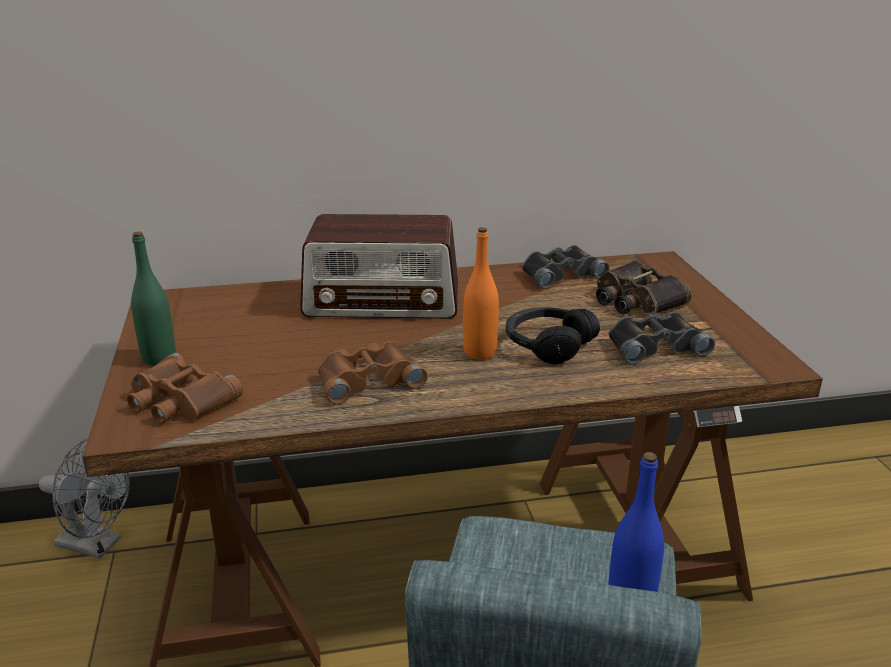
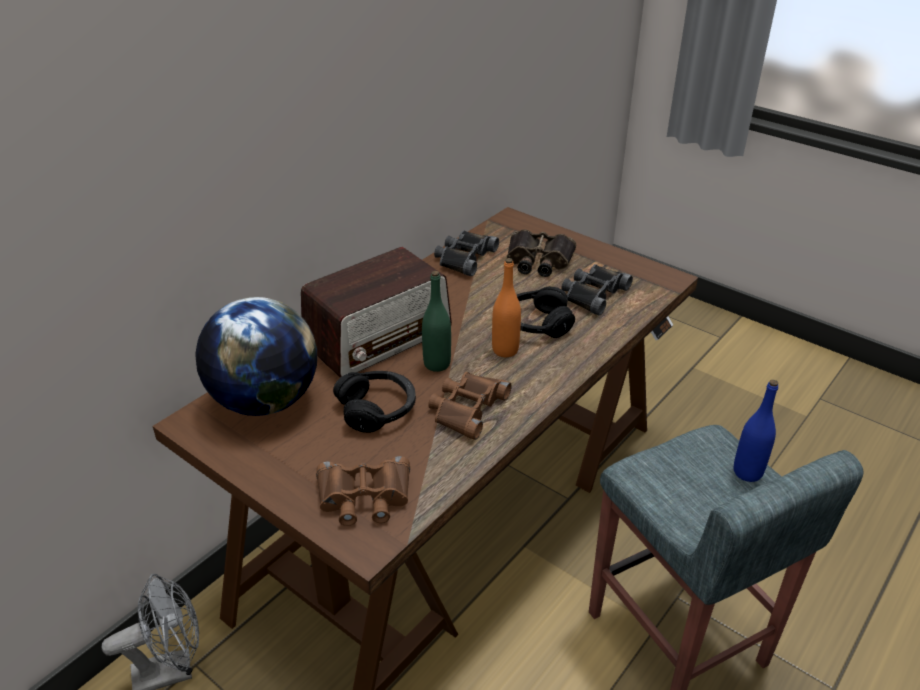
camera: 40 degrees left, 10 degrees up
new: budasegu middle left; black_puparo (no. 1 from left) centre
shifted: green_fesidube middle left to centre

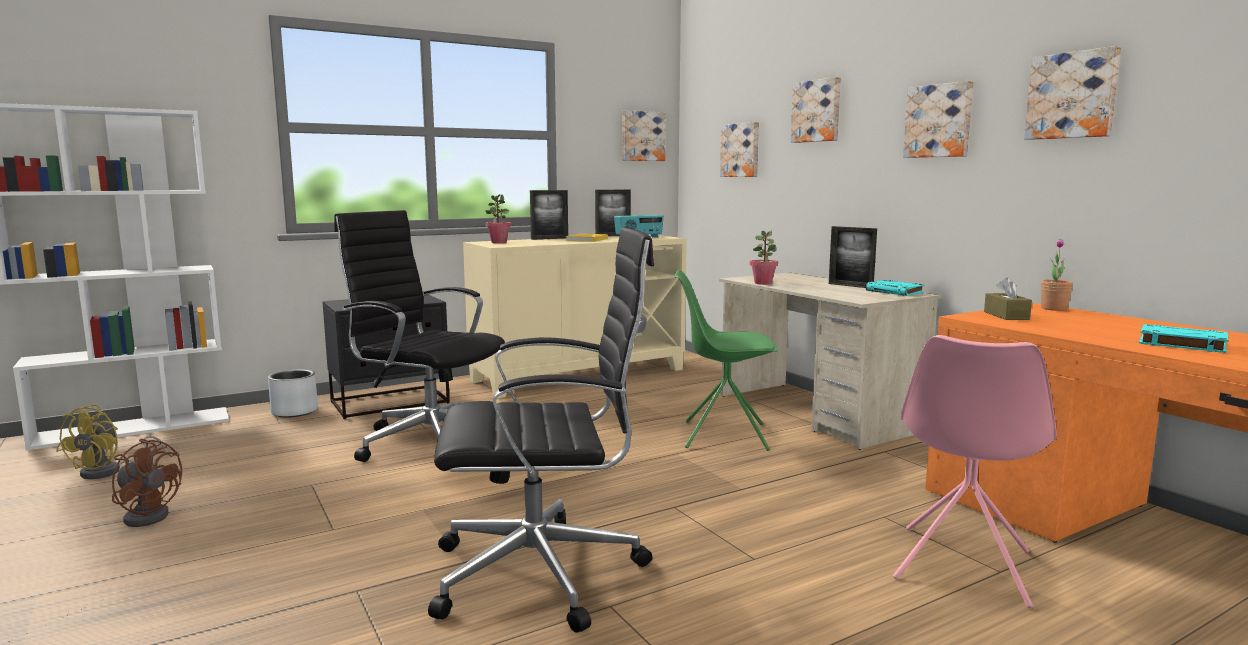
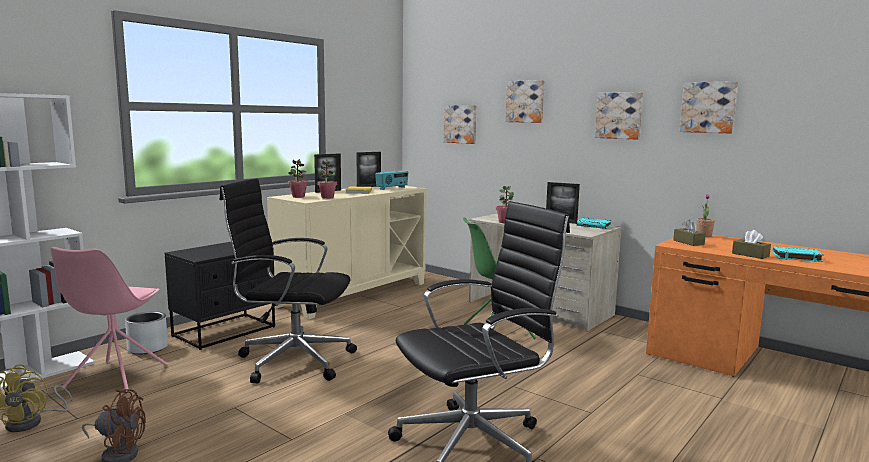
camera: 20 degrees left, 0 degrees up
gone: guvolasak (no. 1 from left) top centre
new: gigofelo (no. 2 from left) centre; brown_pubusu (no. 2 from left) middle right
shifted: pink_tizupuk bottom right to bottom left

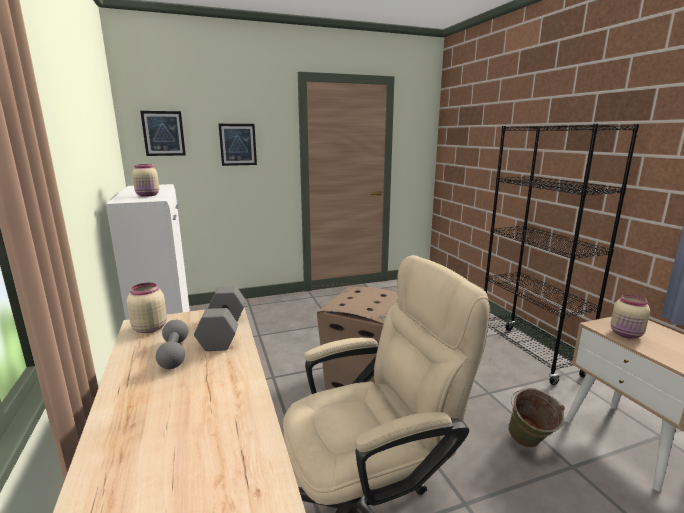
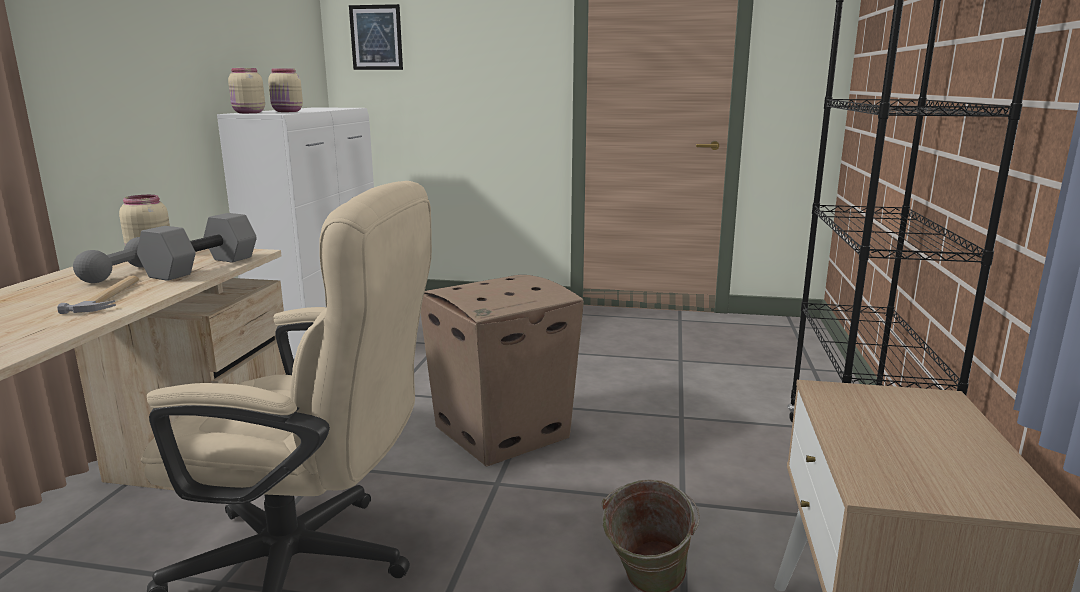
camera: 30 degrees right, 0 degrees up
gone: guvolasak (no. 2 from left) top centre
new: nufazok middle left
shifted: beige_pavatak (no. 3 from left in the first image) middle right to beige_pavatak (no. 2 from left) top left

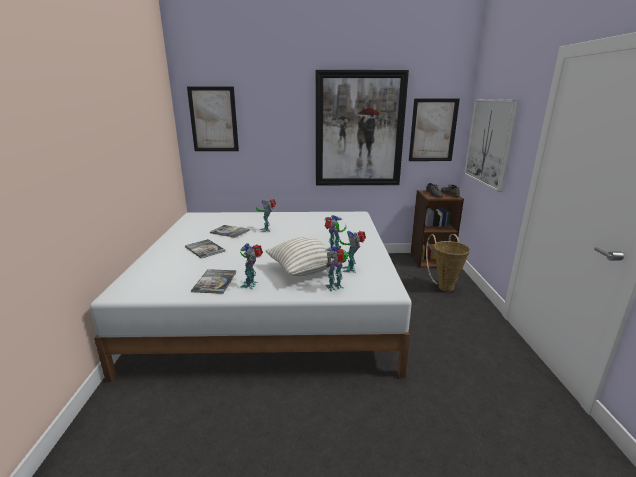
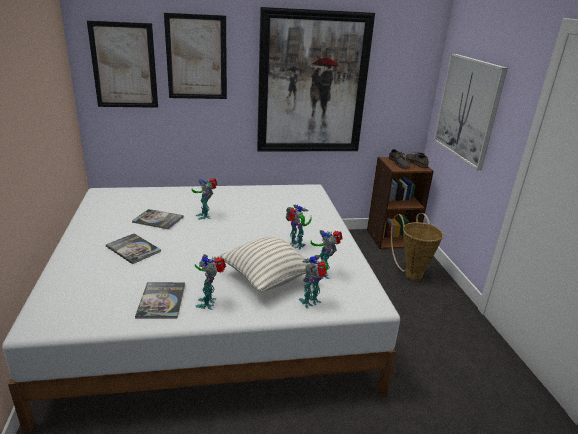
camera: 10 degrees left, 5 degrees up
shifted: guvolasak (no. 3 from left in the first image) top right to guvolasak (no. 2 from left) top centre

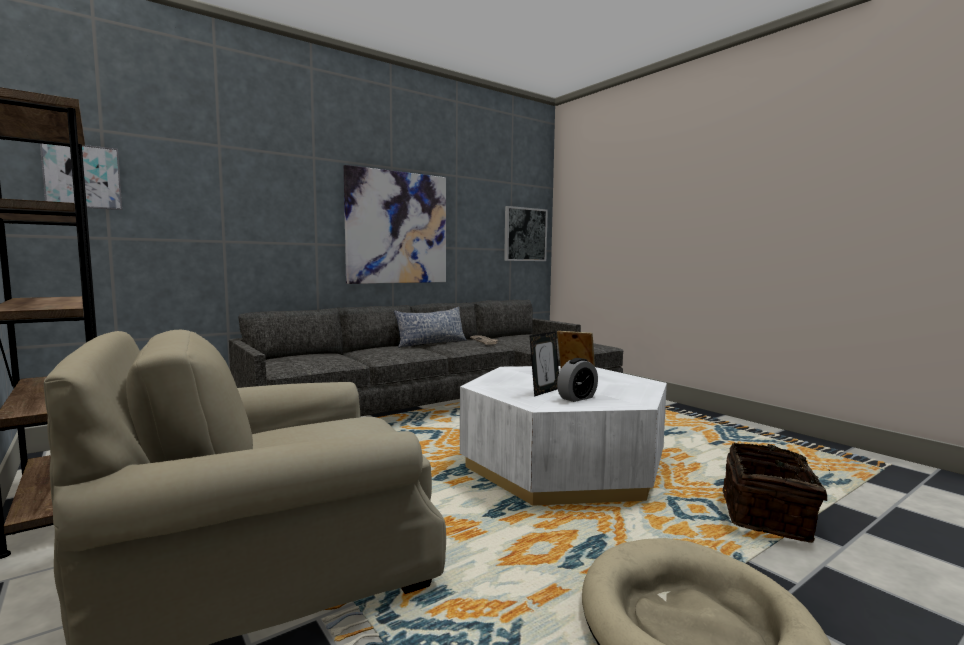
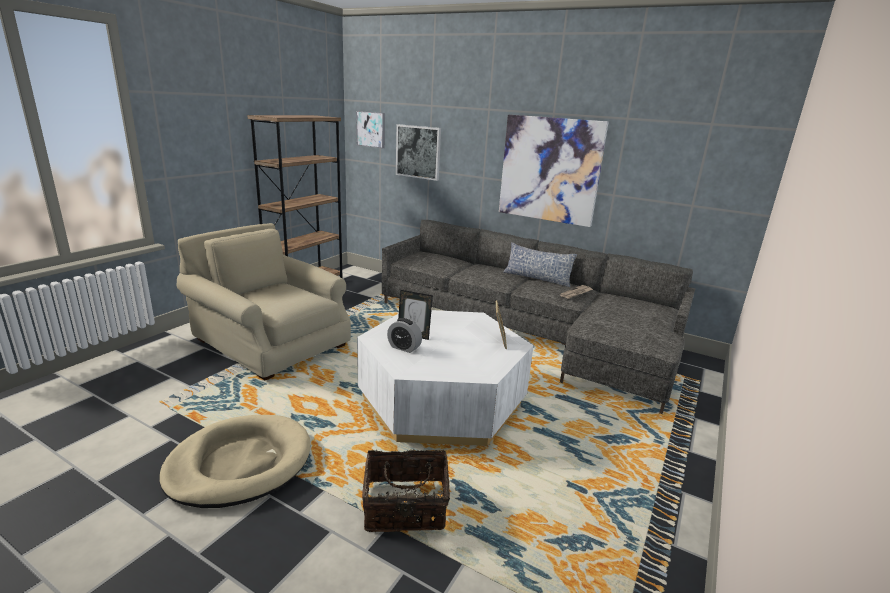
camera: 65 degrees right, 15 degrees up
shifted: guvolasak (no. 3 from left in the first image) centre to guvolasak (no. 2 from left) top centre

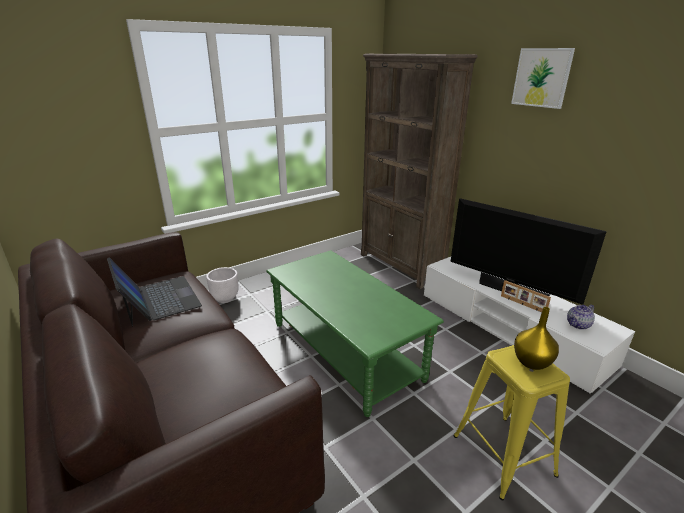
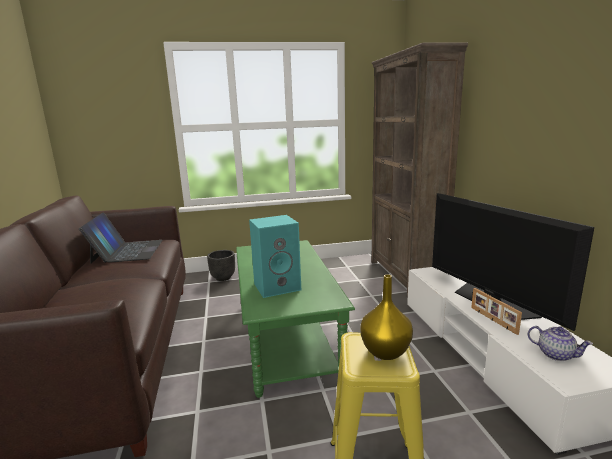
camera: 25 degrees right, 10 degrees down
gone: guvolasak top right
new: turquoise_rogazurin centre
repainted: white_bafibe middle left to black_bafibe centre
rotated: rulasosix middle right = bottom right 135 degrees counterclockwise

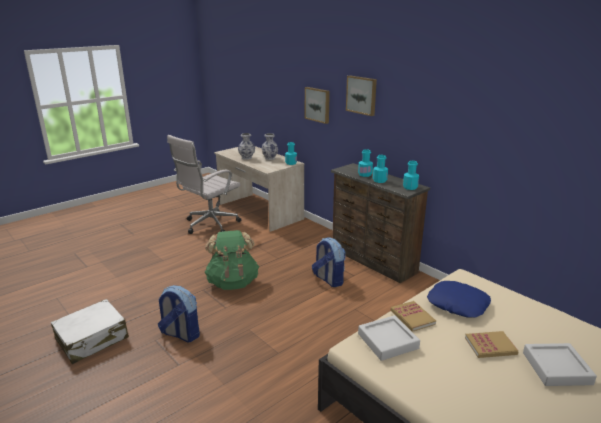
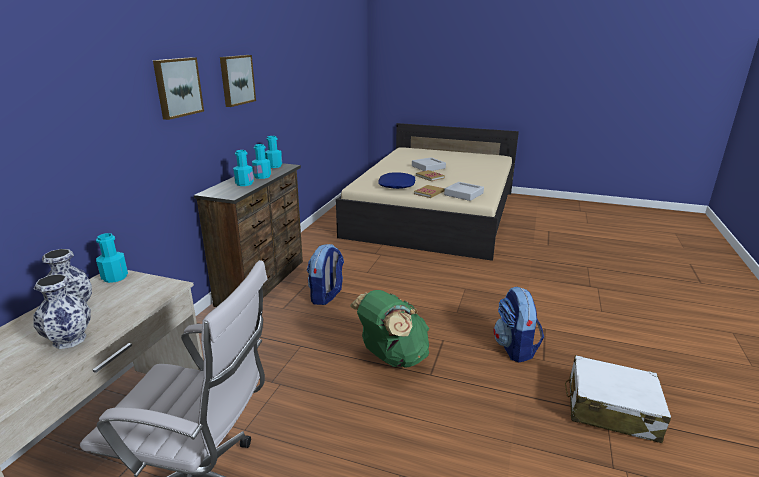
camera: 120 degrees left, 0 degrees up
shifted: guvolasak (no. 1 from left in the first image) top centre to guvolasak (no. 2 from left) top left

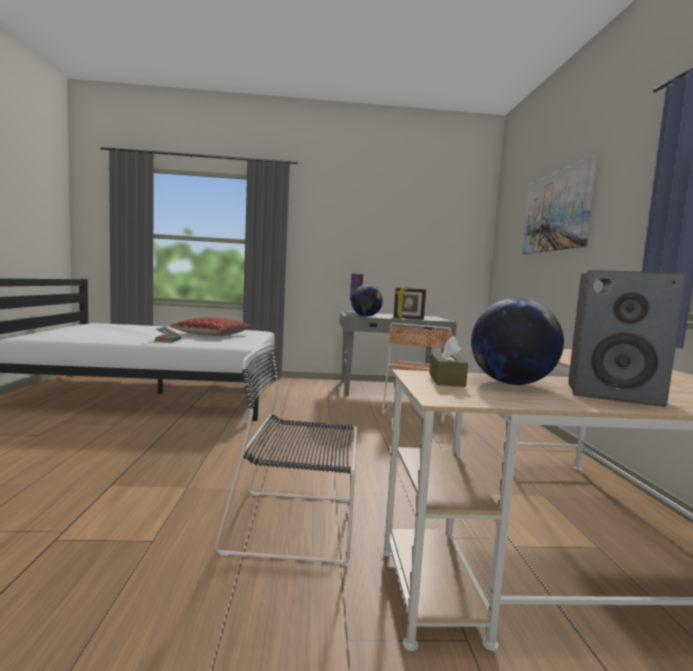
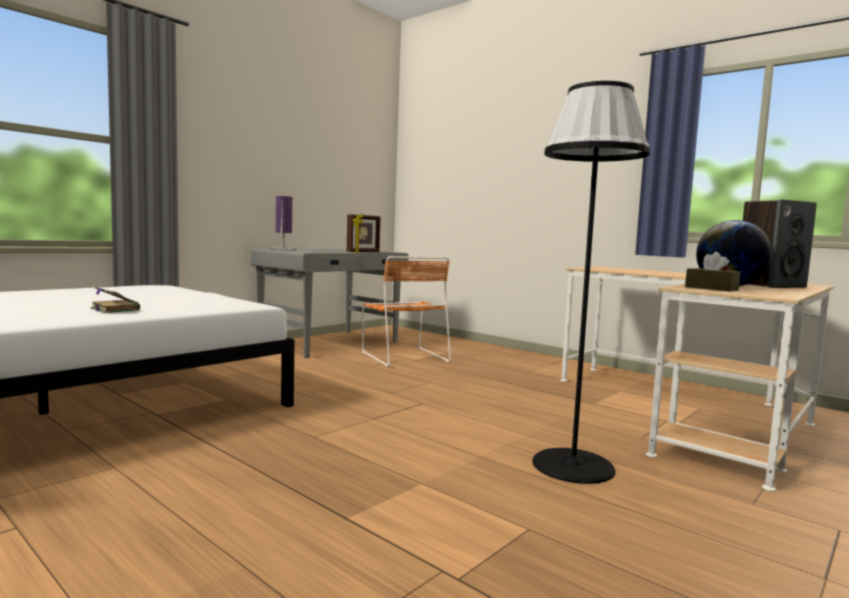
camera: 45 degrees left, 0 degrees up
gone: guvolasak top right; budasegu (no. 1 from left) centre; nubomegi middle left
swapped: black_tizupuk bottom centre to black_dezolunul middle right

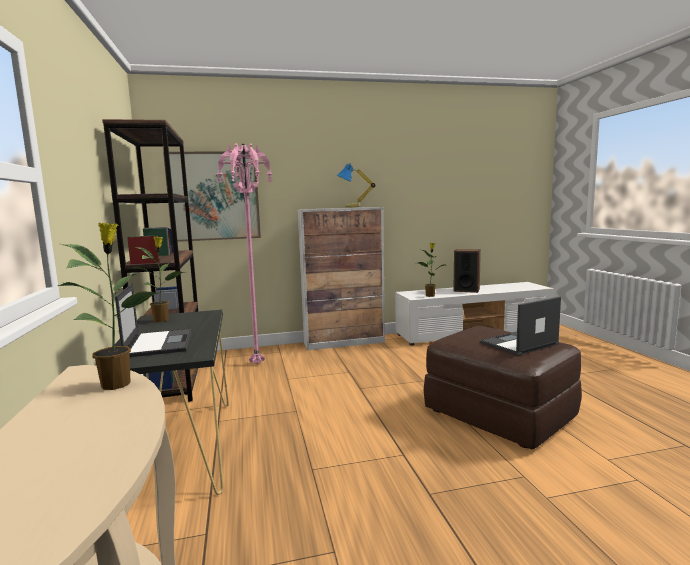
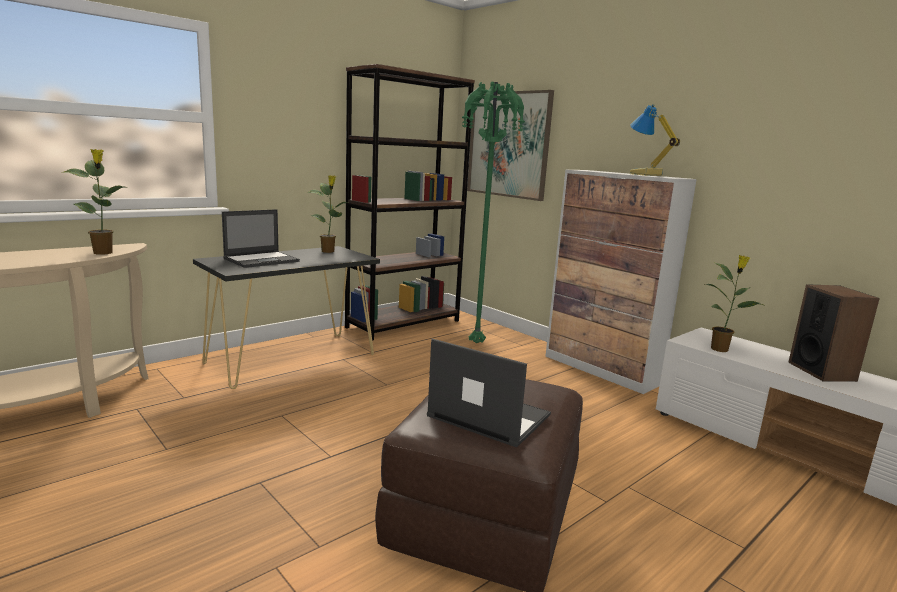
camera: 60 degrees right, 5 degrees up
repainted: pink_dezolunul centre to green_dezolunul centre

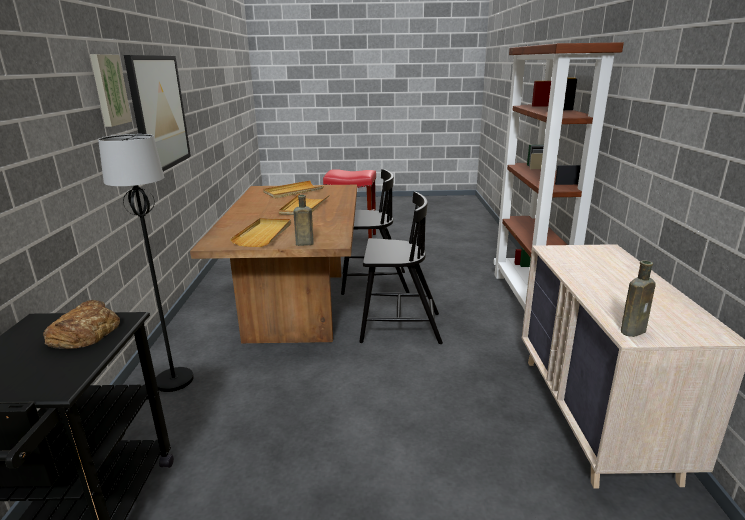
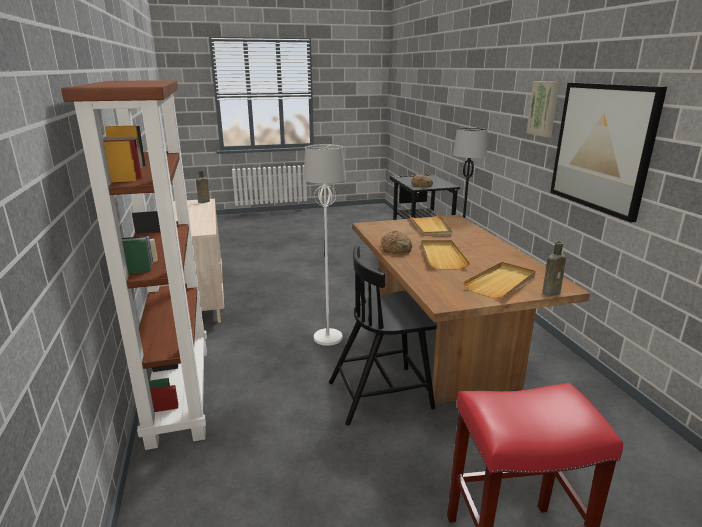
camera: 165 degrees right, 0 degrees up
new: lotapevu (no. 1 from left) centre
shifted: brown_fesidube (no. 1 from left in the first image) centre to brown_fesidube (no. 2 from left) middle right
swapped: black_tizupuk (no. 2 from left) centre to white_dezolunul centre

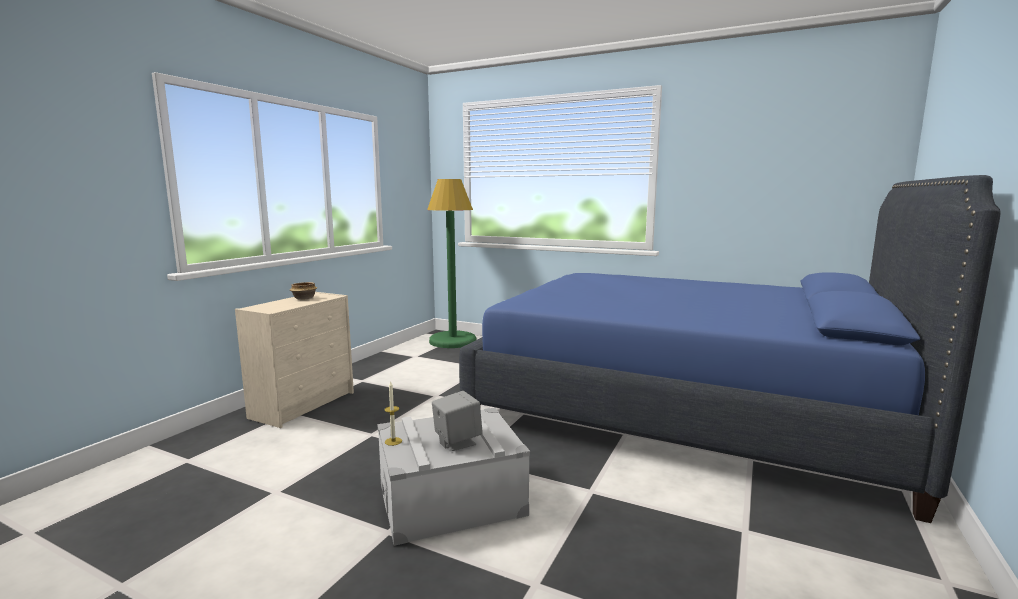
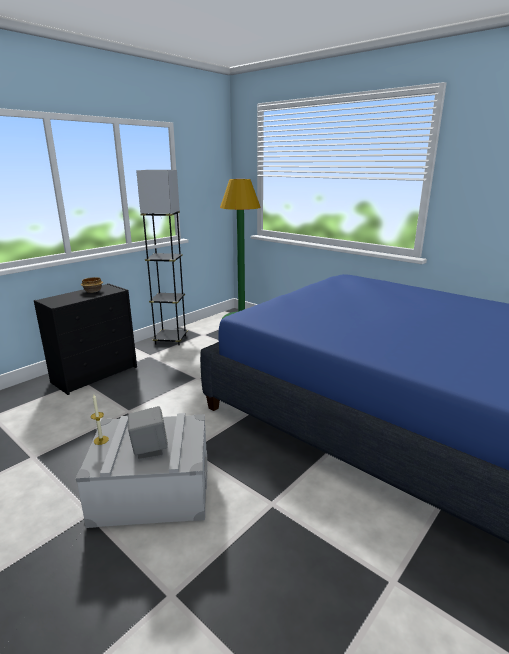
camera: 15 degrees right, 10 degrees up
new: grey_dezolunul middle left
repainted: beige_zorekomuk middle left to black_zorekomuk middle left

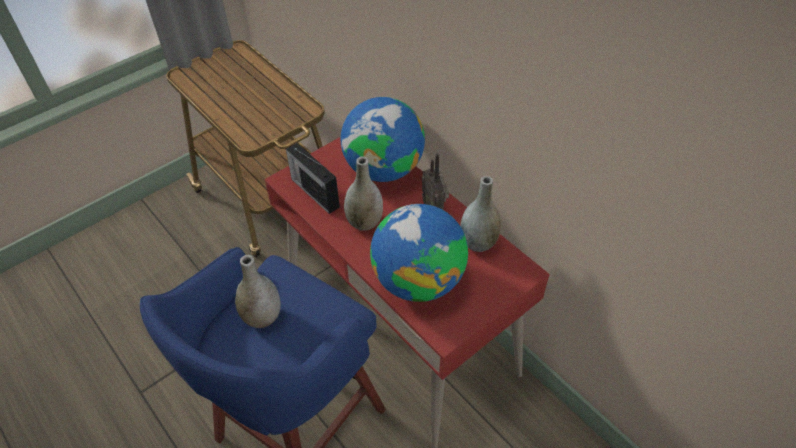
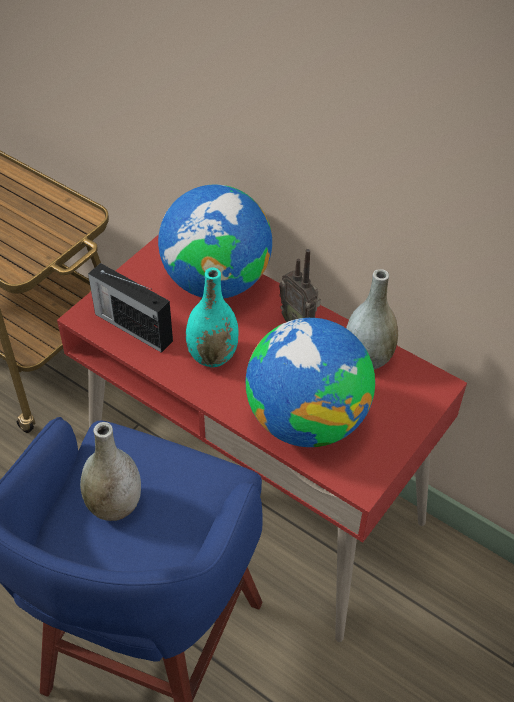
camera: 15 degrees left, 0 degrees up
repainted: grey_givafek (no. 2 from left) centre to turquoise_givafek centre

